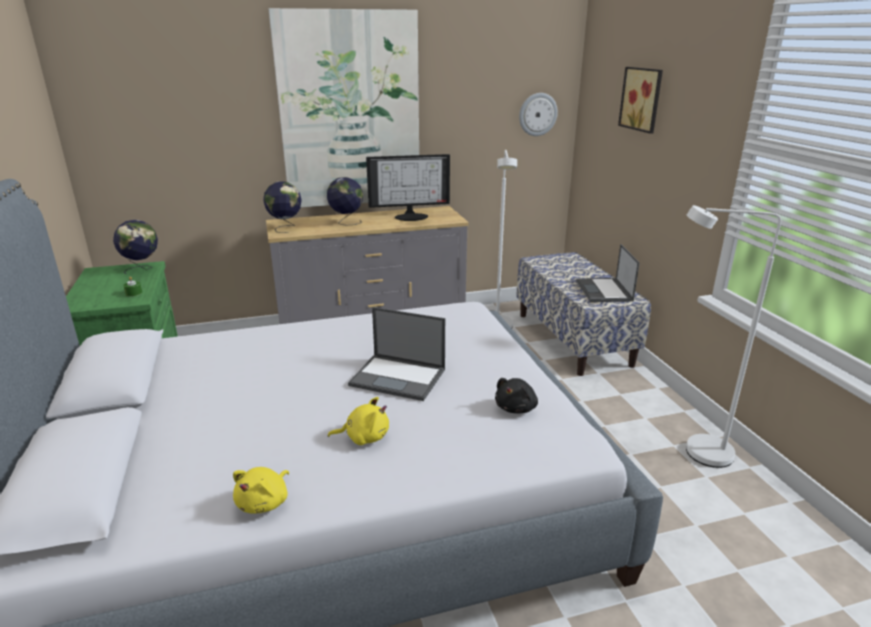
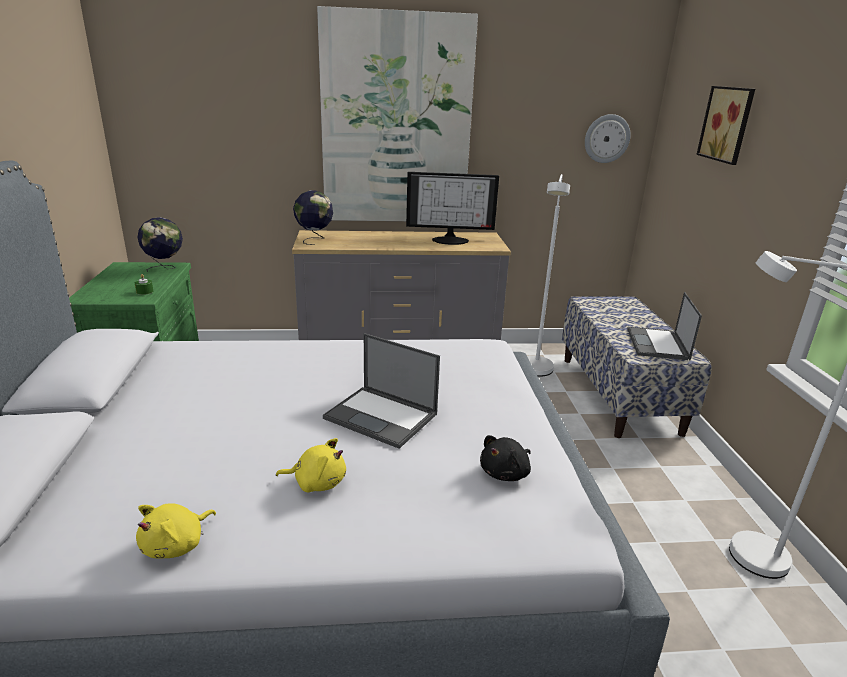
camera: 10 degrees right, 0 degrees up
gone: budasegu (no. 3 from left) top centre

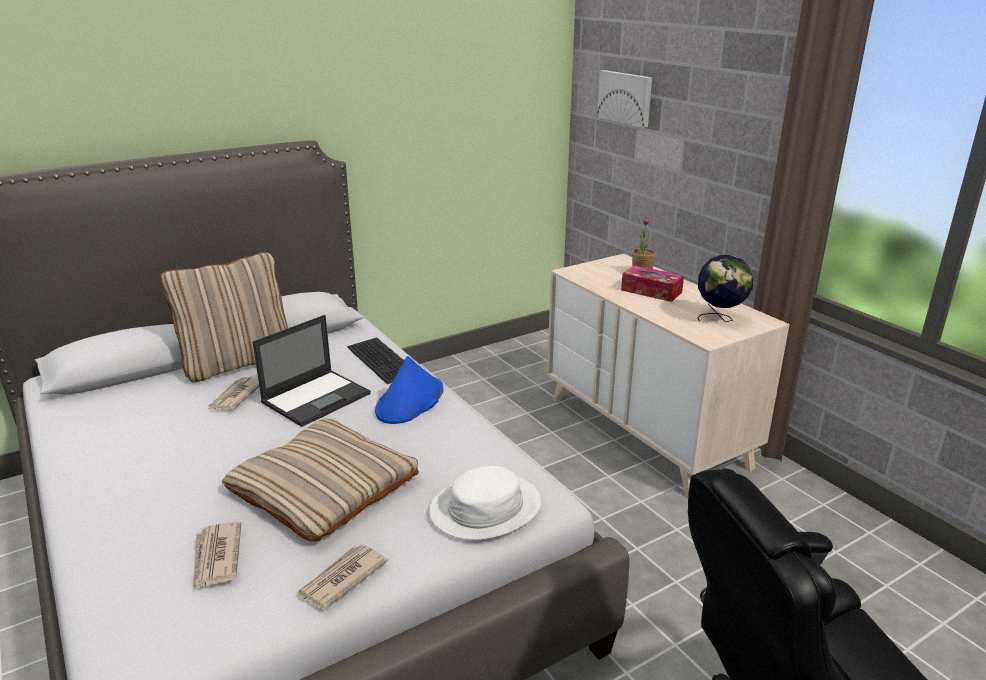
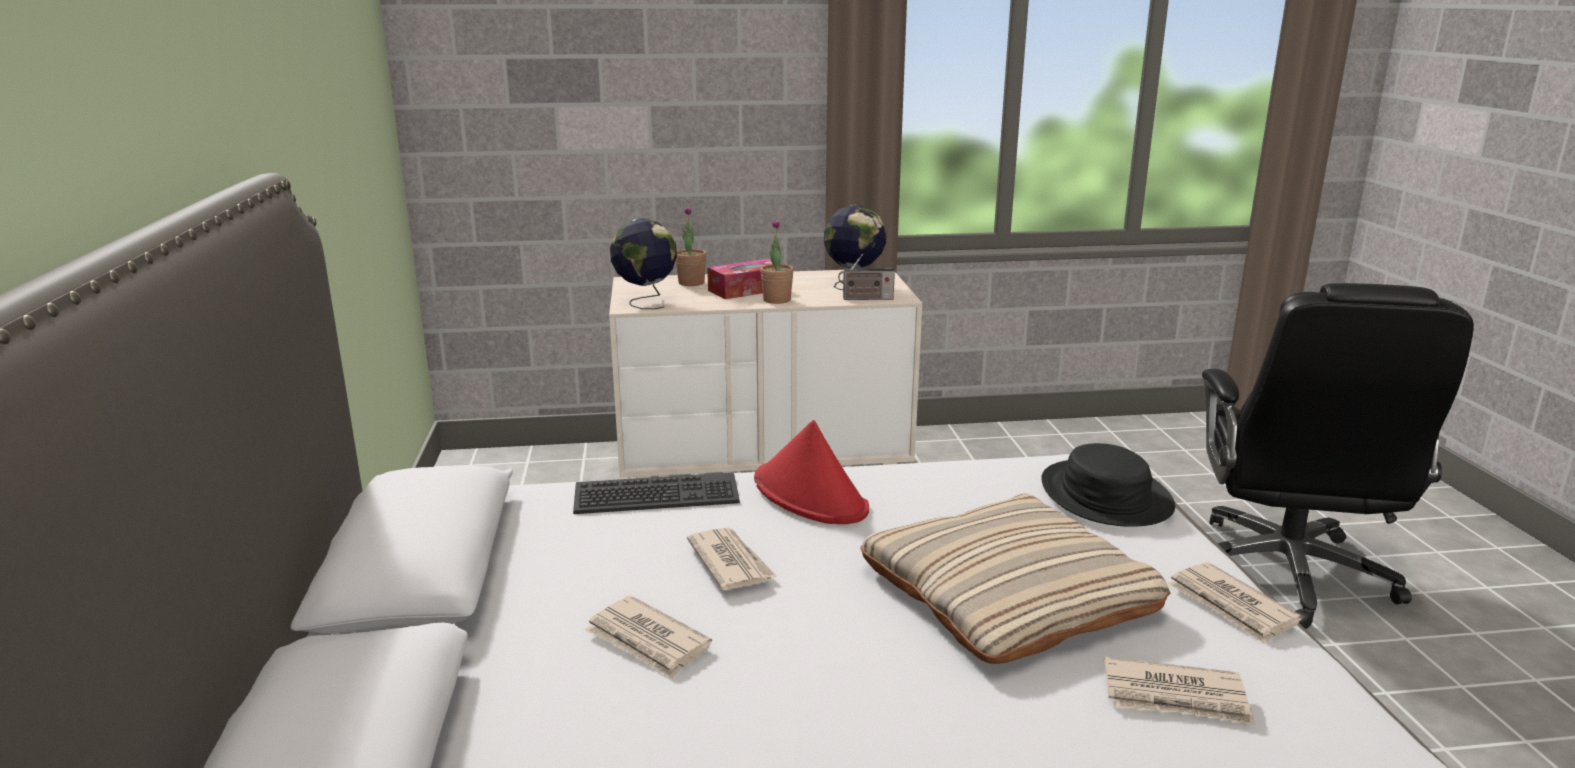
camera: 65 degrees left, 5 degrees down
gone: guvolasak top centre; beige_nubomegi (no. 1 from left) middle left
new: budasegu (no. 1 from left) centre; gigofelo (no. 2 from left) centre; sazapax centre
swapped: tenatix middle left to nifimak (no. 2 from left) bottom centre
repainted: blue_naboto centre to red_naboto centre; white_naboto bottom centre to black_naboto middle right

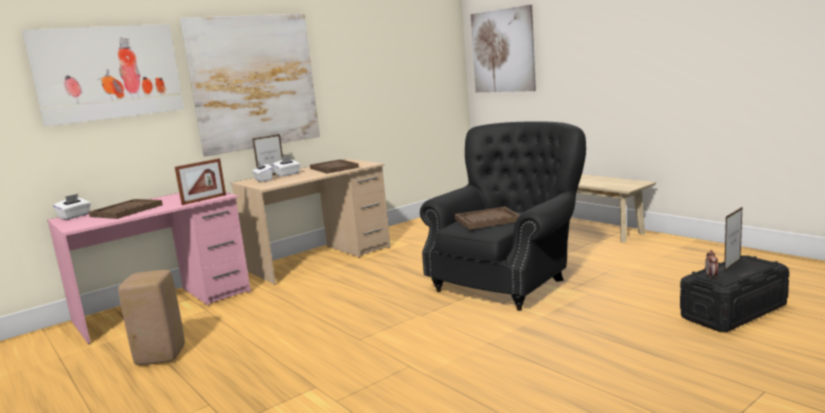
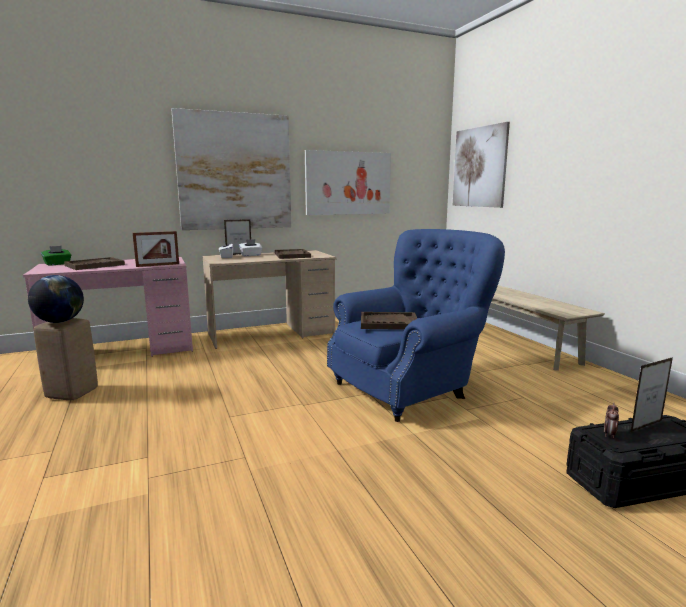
camera: 15 degrees right, 0 degrees up
new: budasegu middle left
shifted: guvolasak (no. 1 from left in the first image) top left to guvolasak (no. 2 from left) top centre
repainted: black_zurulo centre to blue_zurulo centre; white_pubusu (no. 1 from left) middle left to green_pubusu middle left

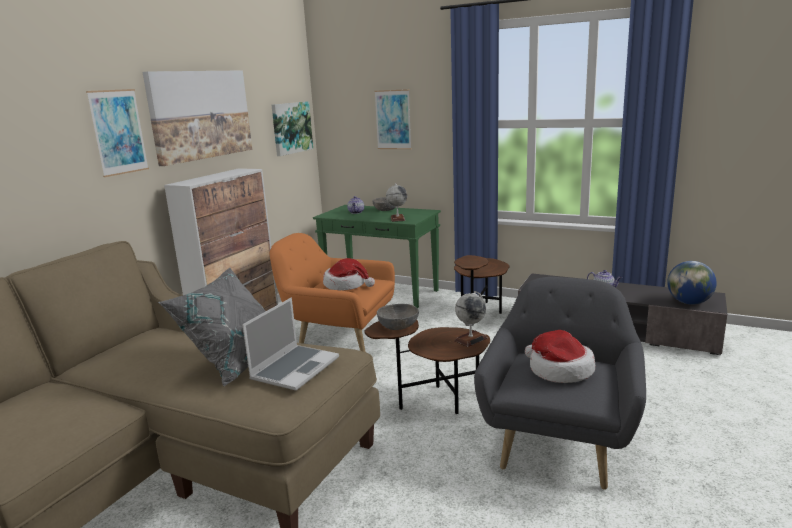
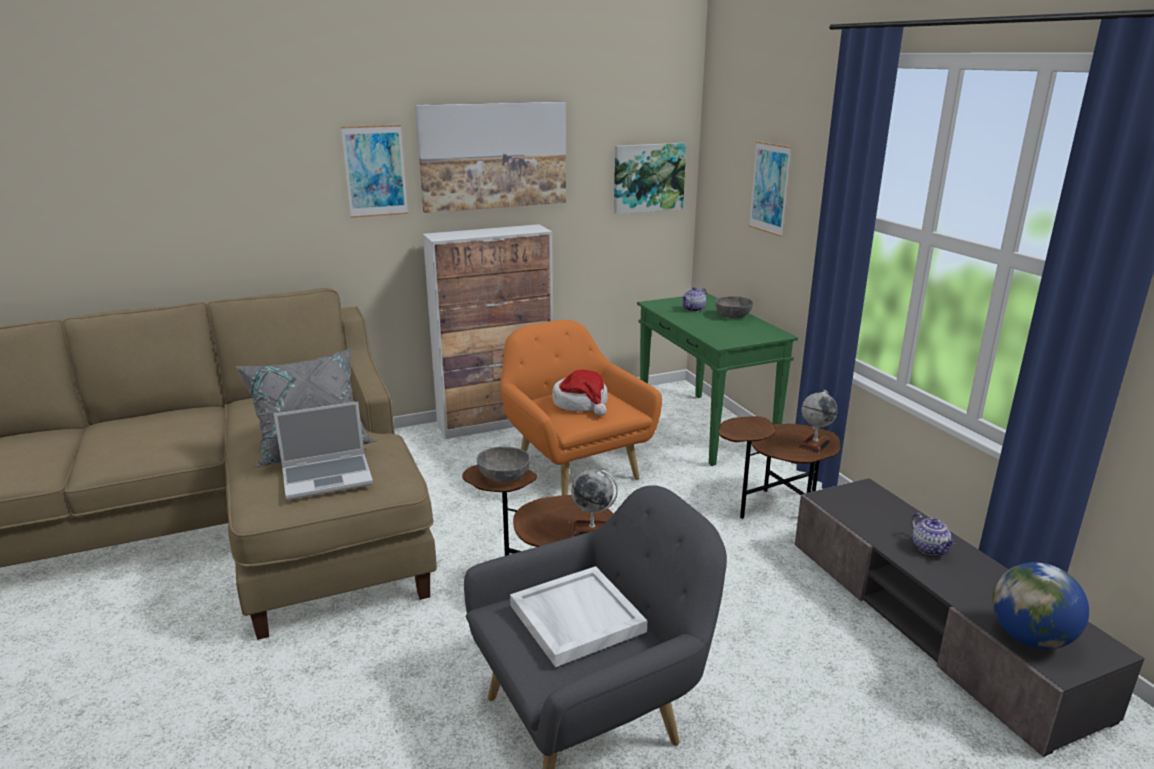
camera: 40 degrees right, 5 degrees up
shifted: budasegu (no. 1 from left in the first image) centre to budasegu (no. 2 from left) middle right
swapped: naboto (no. 2 from left) bottom right to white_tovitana bottom centre

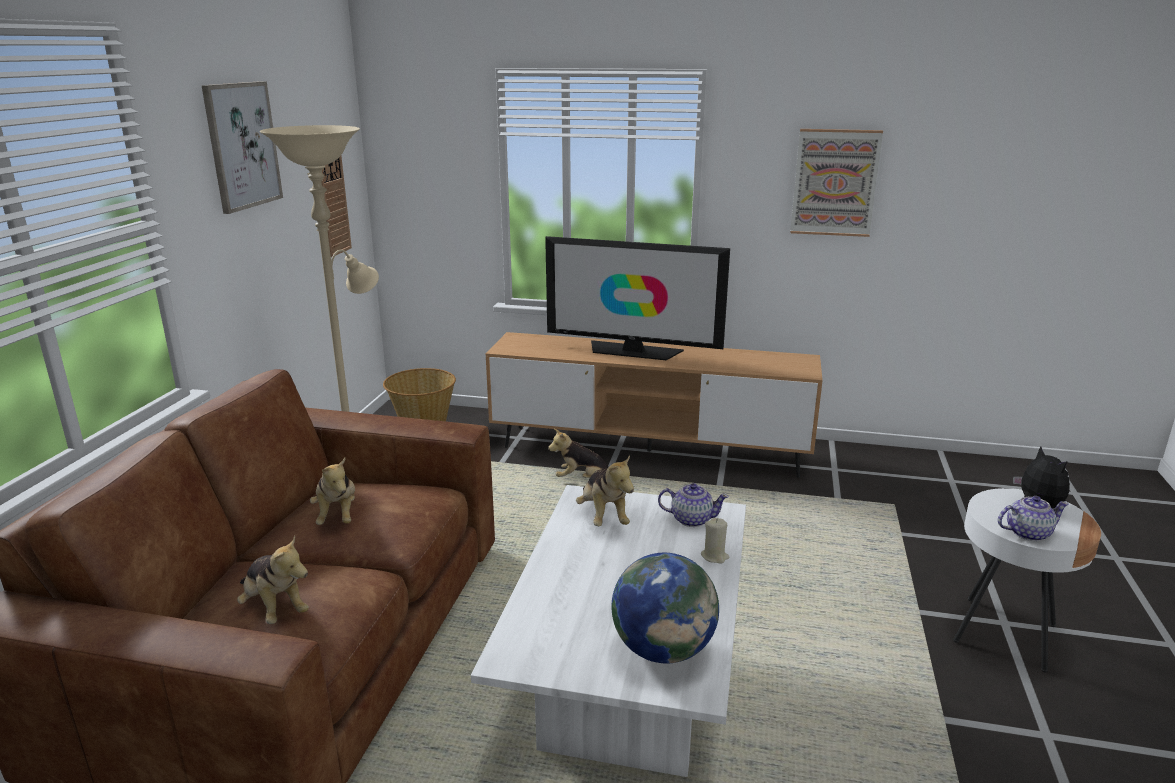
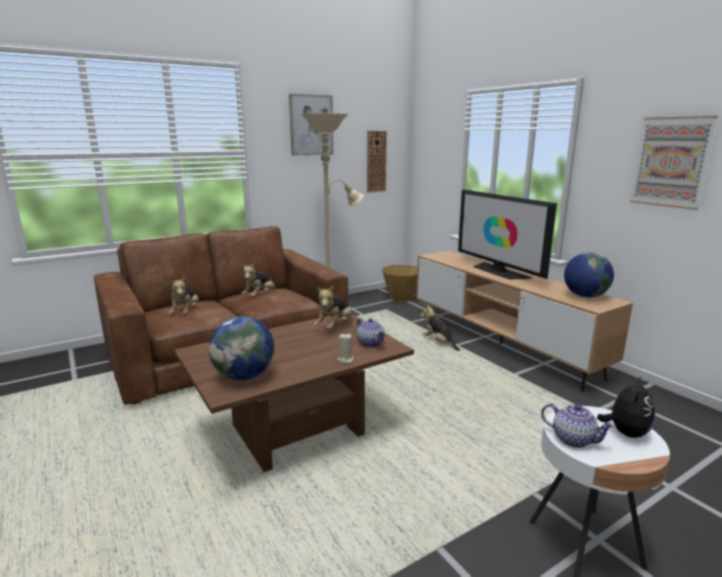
camera: 45 degrees right, 5 degrees down
new: budasegu (no. 2 from left) middle right
repainted: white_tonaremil bottom centre to brown_tonaremil bottom centre

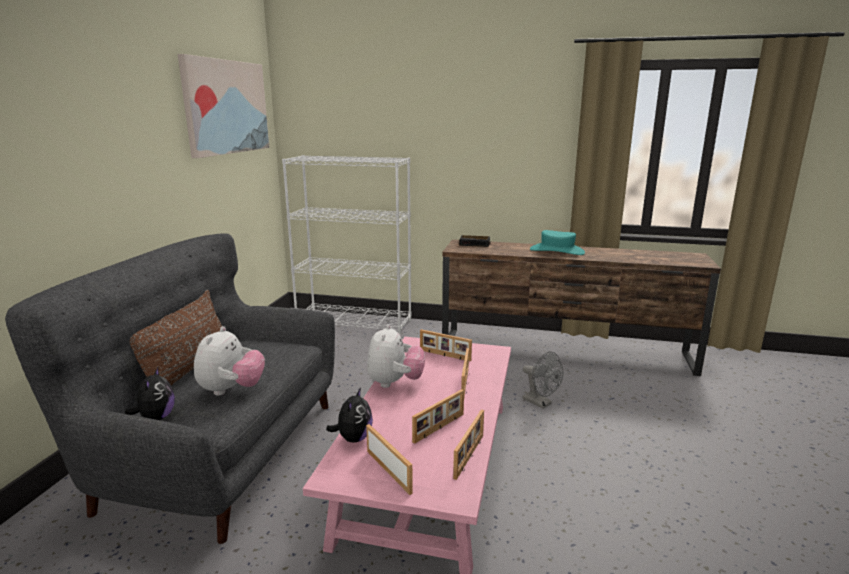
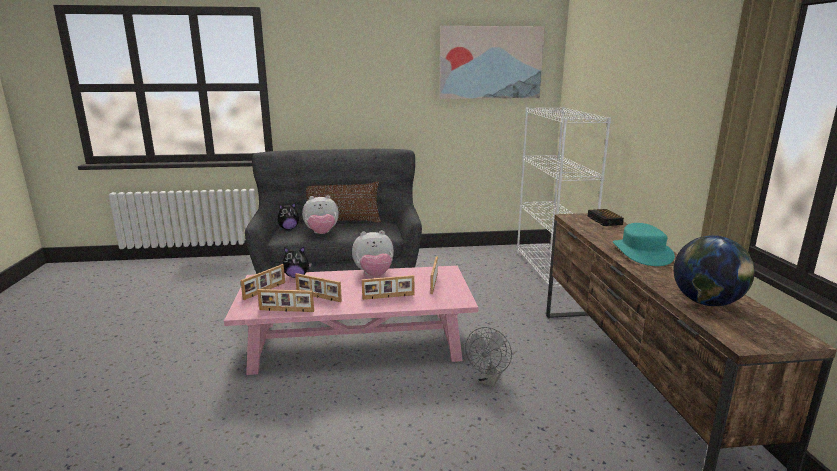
camera: 70 degrees right, 0 degrees up
new: budasegu middle right

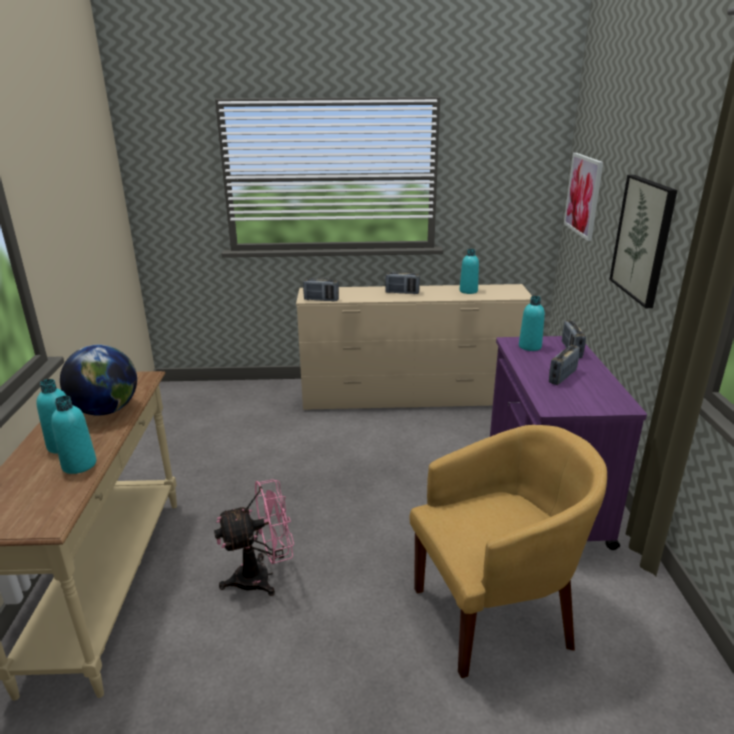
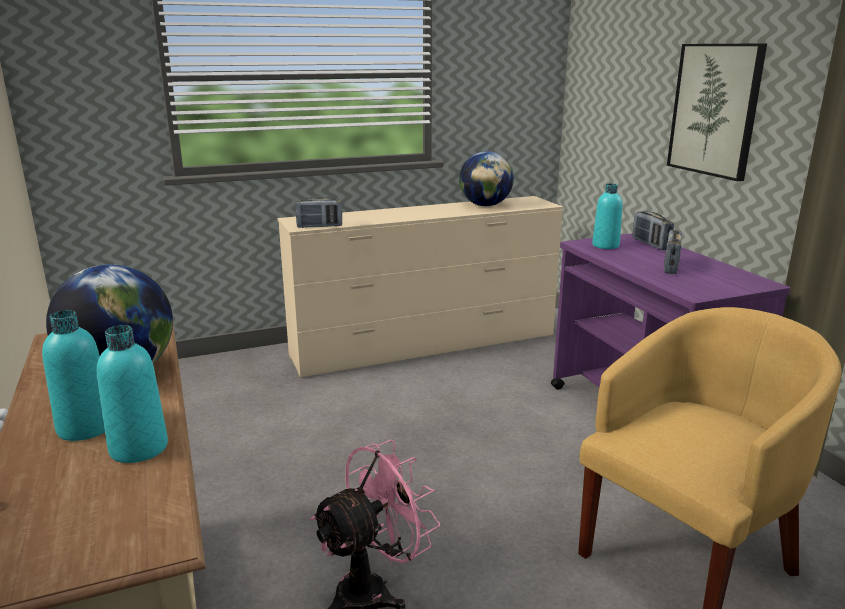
camera: 20 degrees left, 5 degrees down
gone: guvolasak (no. 1 from left) top right; sazapax (no. 2 from left) centre
swapped: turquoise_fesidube (no. 3 from left) centre to budasegu (no. 2 from left) top centre

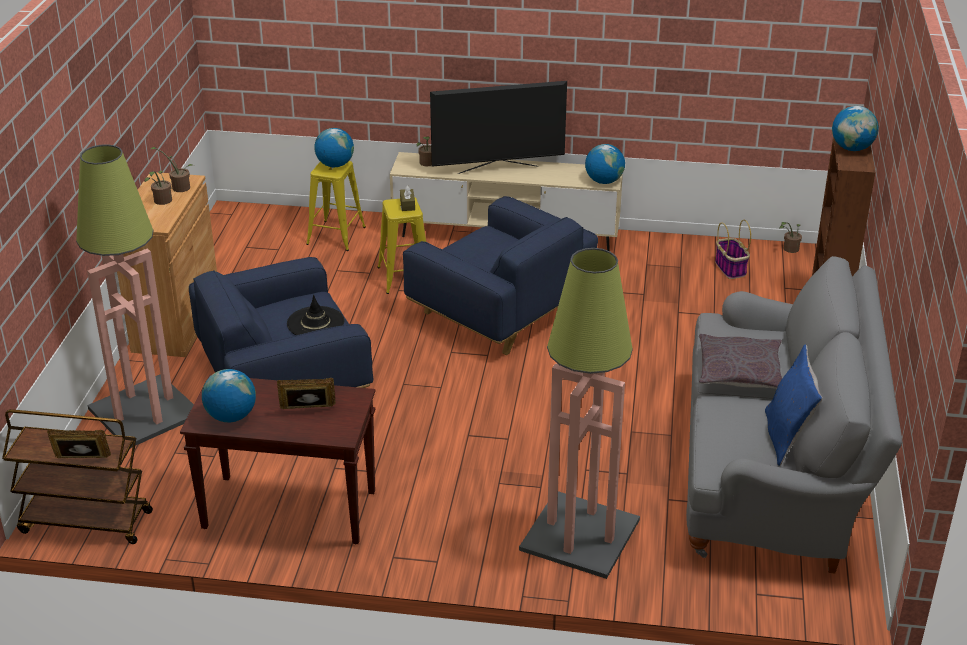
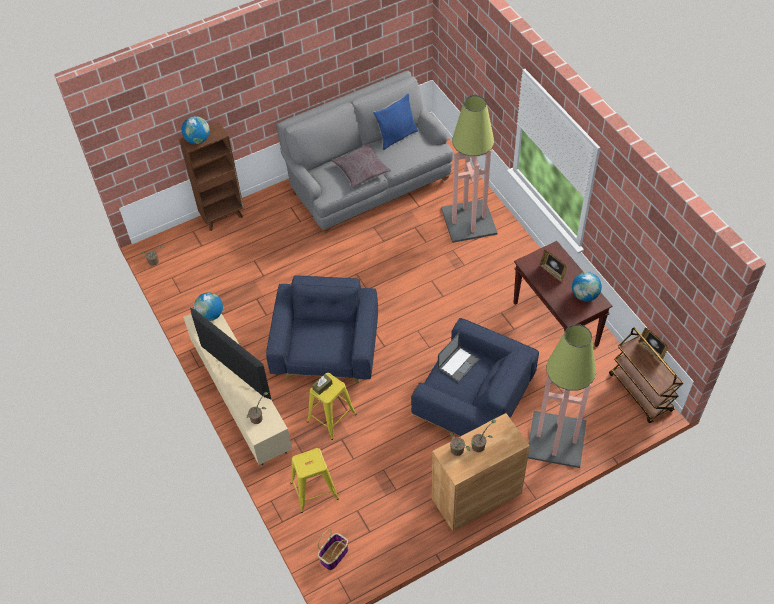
camera: 125 degrees left, 20 degrees up
gone: budasegu (no. 2 from left) top centre
shifted: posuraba middle right to bottom centre
swapped: black_naboto middle left to tenatix centre

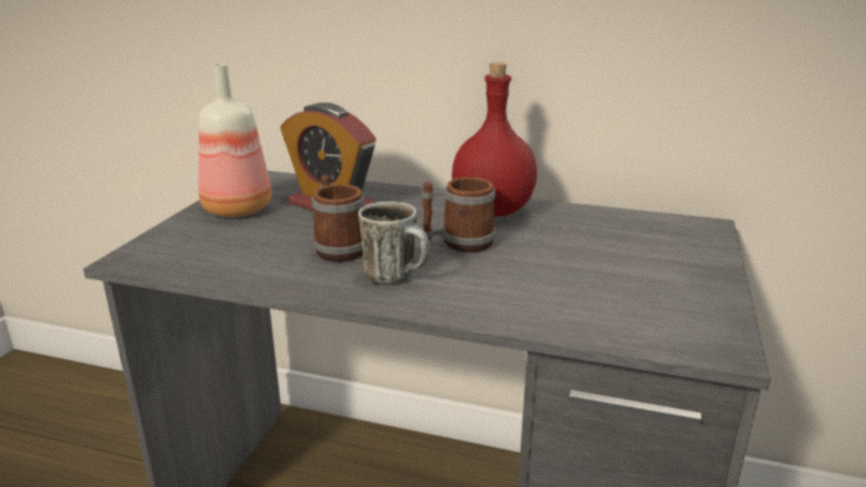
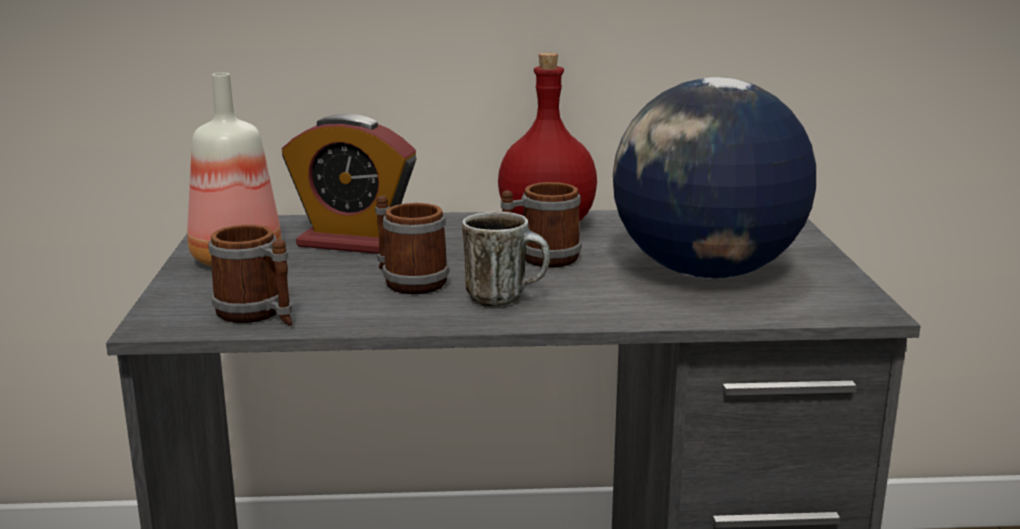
camera: 20 degrees left, 5 degrees down
new: budasegu middle right; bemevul (no. 1 from left) middle left

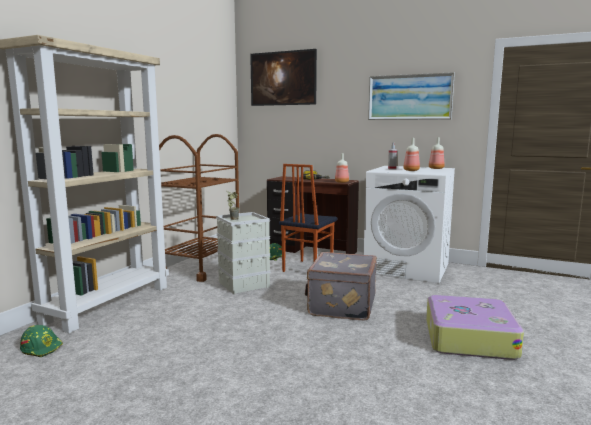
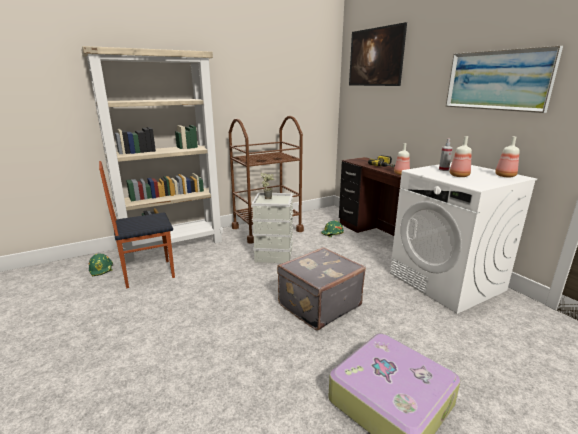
camera: 35 degrees right, 10 degrees up
shifted: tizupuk centre to middle left

